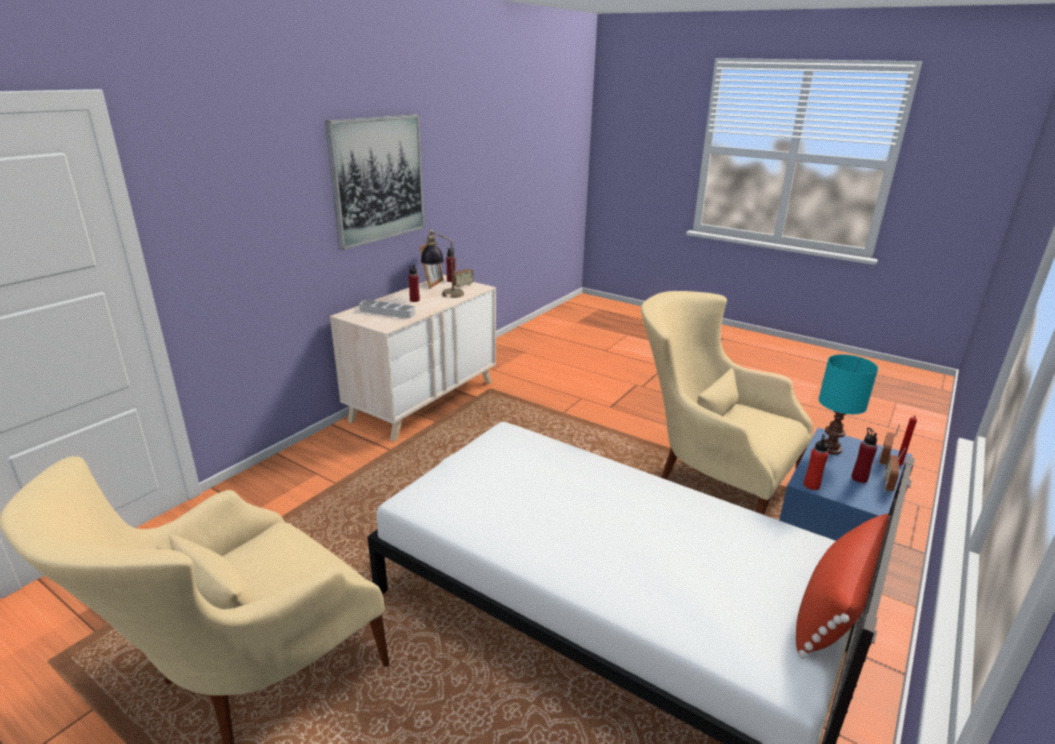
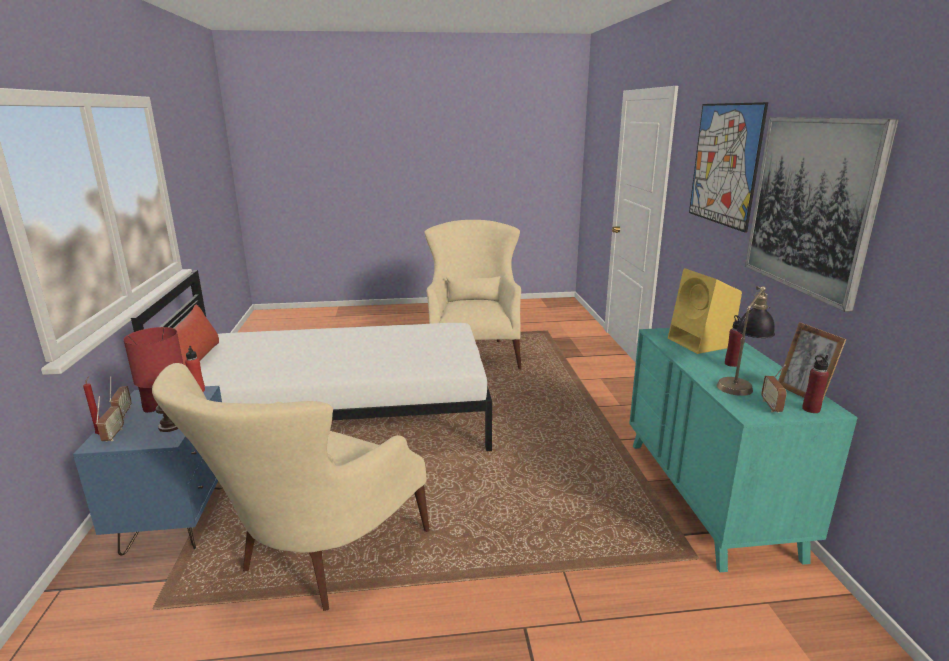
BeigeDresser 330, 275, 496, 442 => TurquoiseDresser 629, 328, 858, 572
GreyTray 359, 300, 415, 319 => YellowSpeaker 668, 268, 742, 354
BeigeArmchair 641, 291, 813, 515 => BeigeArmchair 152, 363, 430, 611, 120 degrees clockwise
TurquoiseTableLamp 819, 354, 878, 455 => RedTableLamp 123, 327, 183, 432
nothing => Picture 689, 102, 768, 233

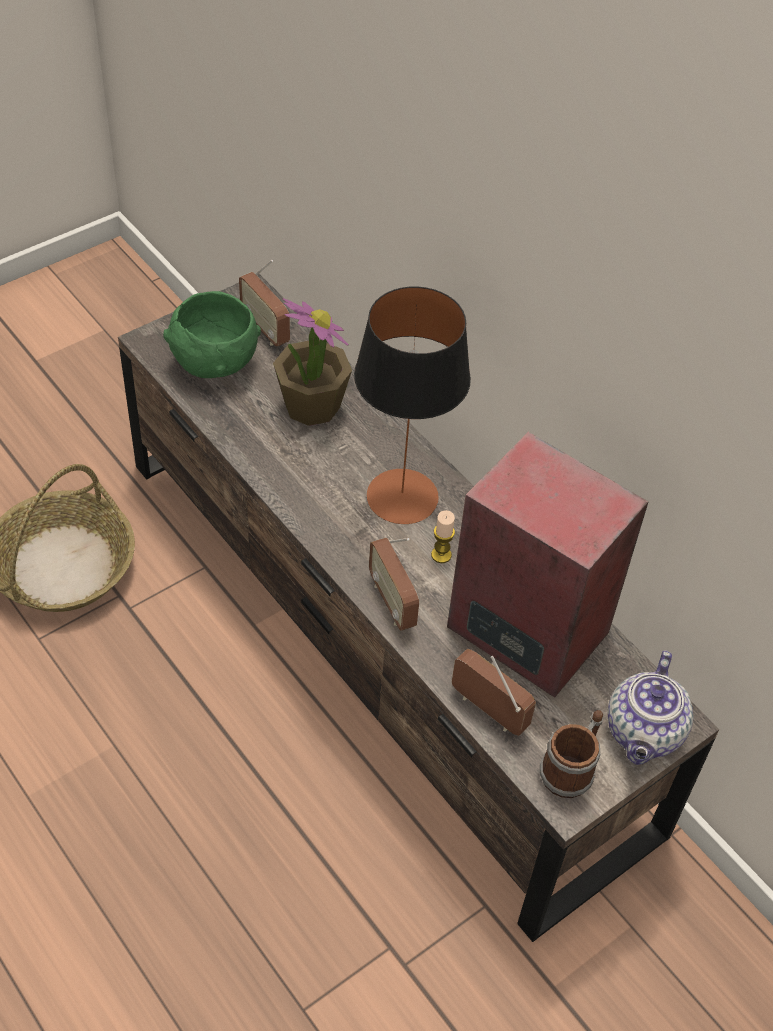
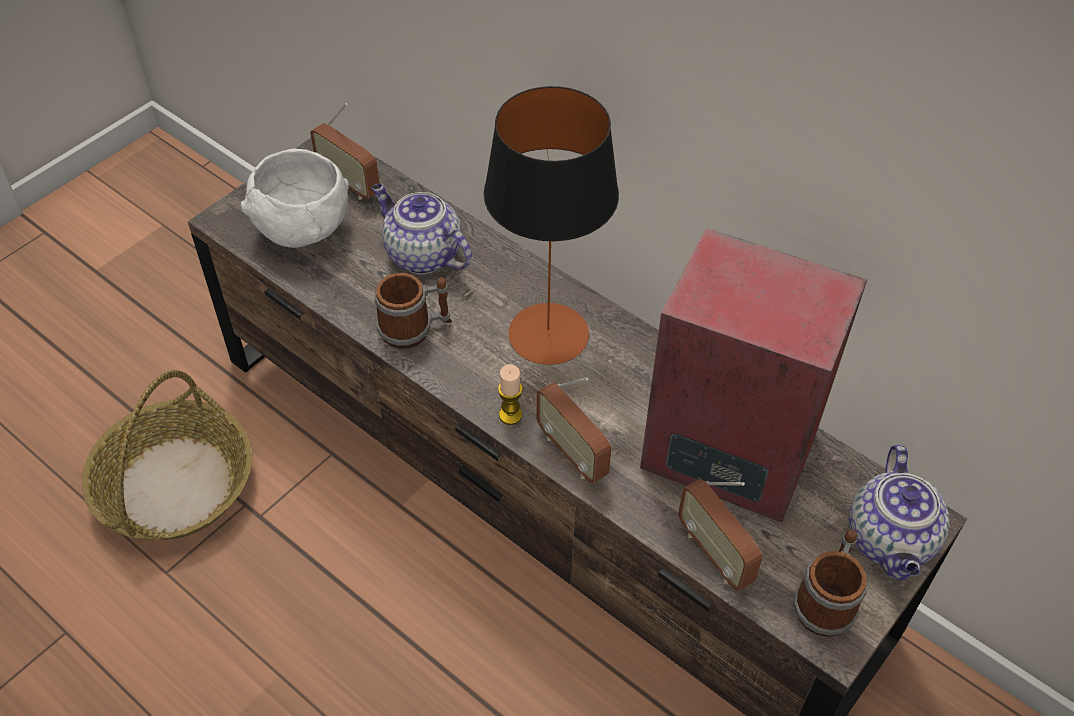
GreenBowl 163, 291, 261, 378 => WhiteBowl 241, 149, 349, 248
PottedPlant 273, 298, 352, 426 => Teapot 372, 184, 472, 274
Candle 431, 510, 455, 563 => Candle 498, 364, 523, 425, moved
Radio 452, 649, 536, 736 => Radio 678, 479, 763, 591, 150 degrees counterclockwise
nothing => Mug 375, 273, 452, 349

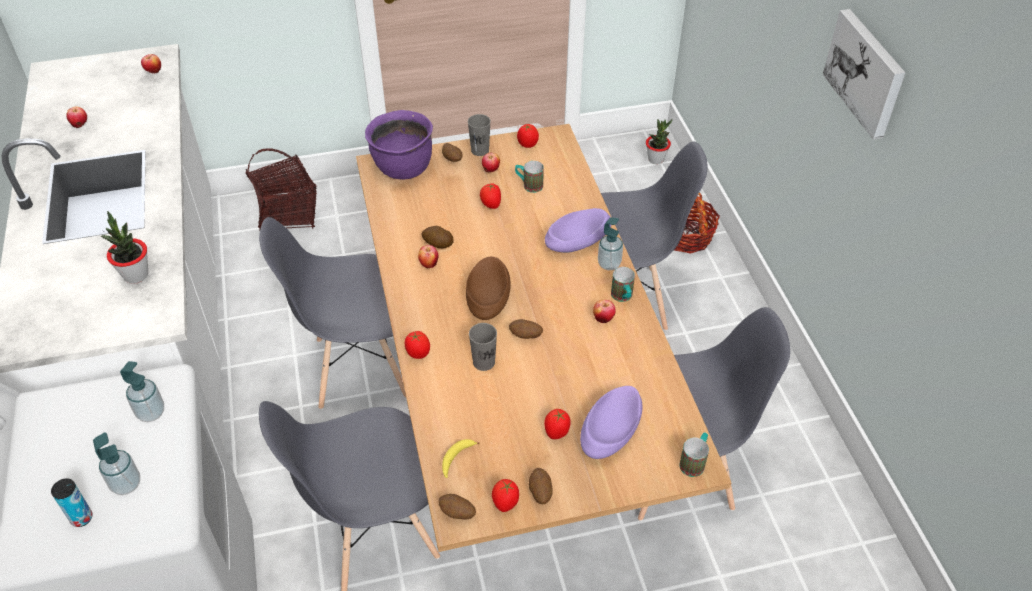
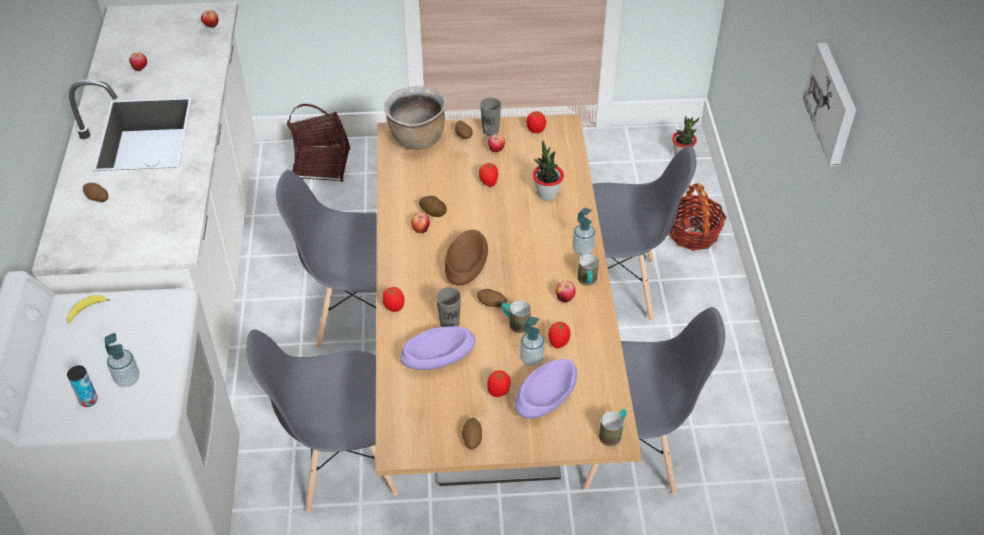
PottedPlant 101, 211, 148, 284 => PottedPlant 533, 140, 564, 201, moved
SoapDispenser 120, 361, 164, 422 => SoapDispenser 520, 317, 545, 366, moved
PurpleCookingPot 365, 110, 433, 179 => BrownCookingPot 384, 86, 446, 150
Potato 439, 494, 476, 520 => Potato 83, 183, 108, 202, moved
Banana 442, 439, 480, 478 => Banana 68, 295, 110, 323, moved
Tomato 492, 479, 519, 512 => Tomato 548, 322, 570, 348, moved
Mug 515, 161, 544, 193 => Mug 501, 300, 531, 333, moved
PurpleBowl 545, 208, 611, 253 => PurpleBowl 400, 326, 476, 370, moved

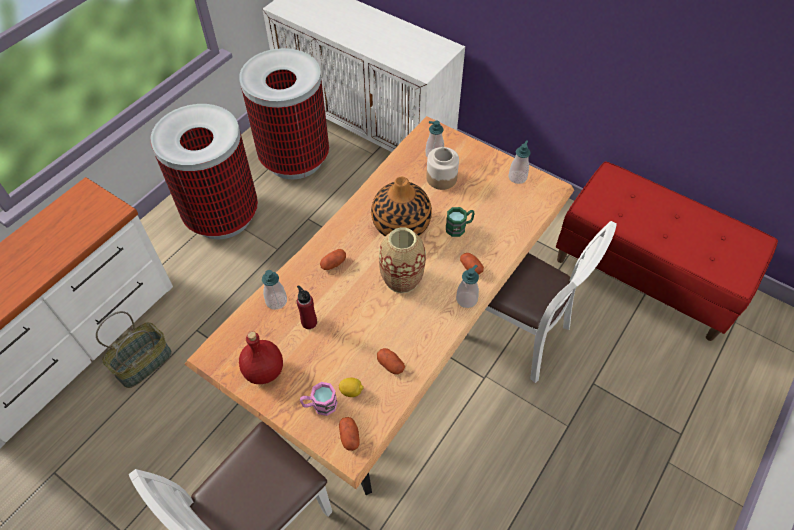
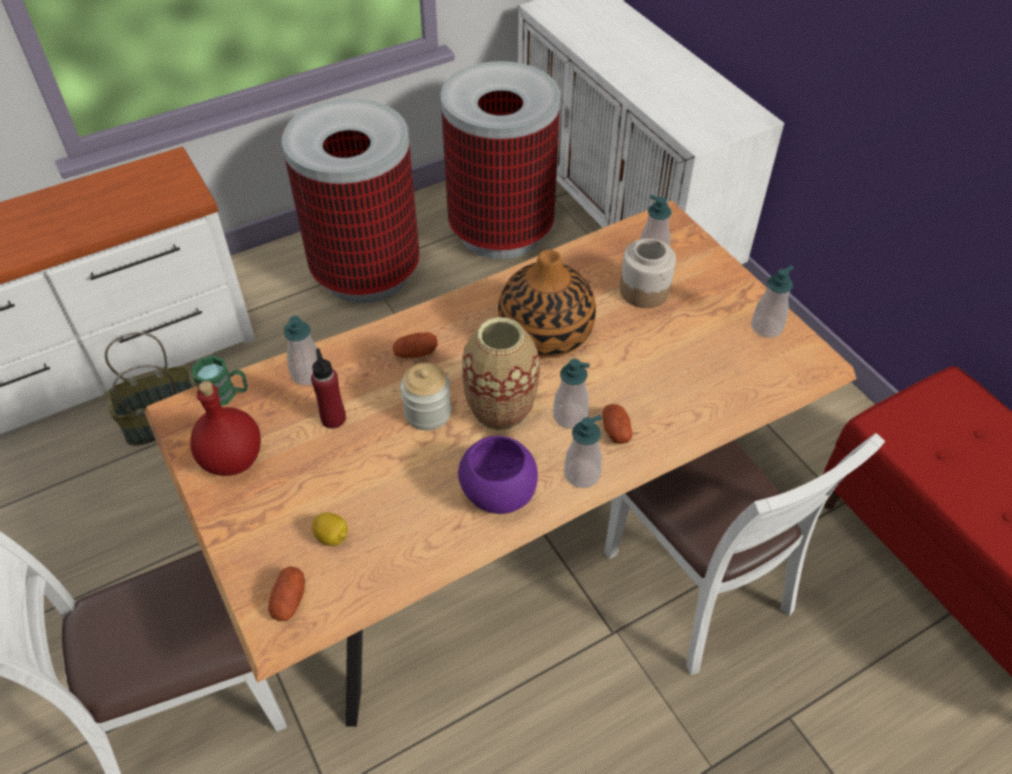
PinkMug 300, 382, 338, 416 => nothing
Potato 377, 348, 405, 374 => nothing
GreenMug 446, 207, 475, 237 => GreenMug 191, 355, 248, 406, moved
nothing => Jar 400, 363, 452, 430
nothing => PurpleBowl 458, 436, 538, 514
nothing => SoapDispenser 553, 359, 590, 429

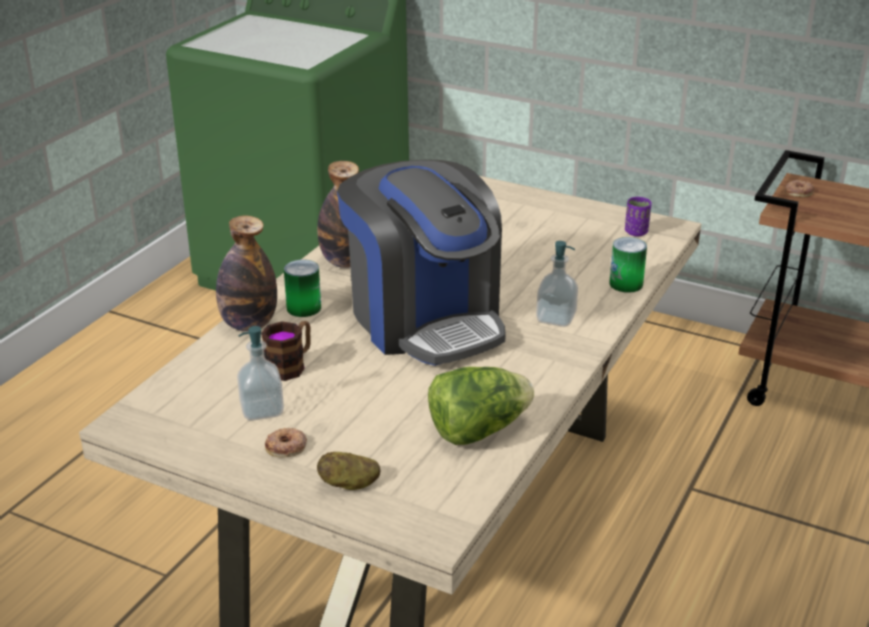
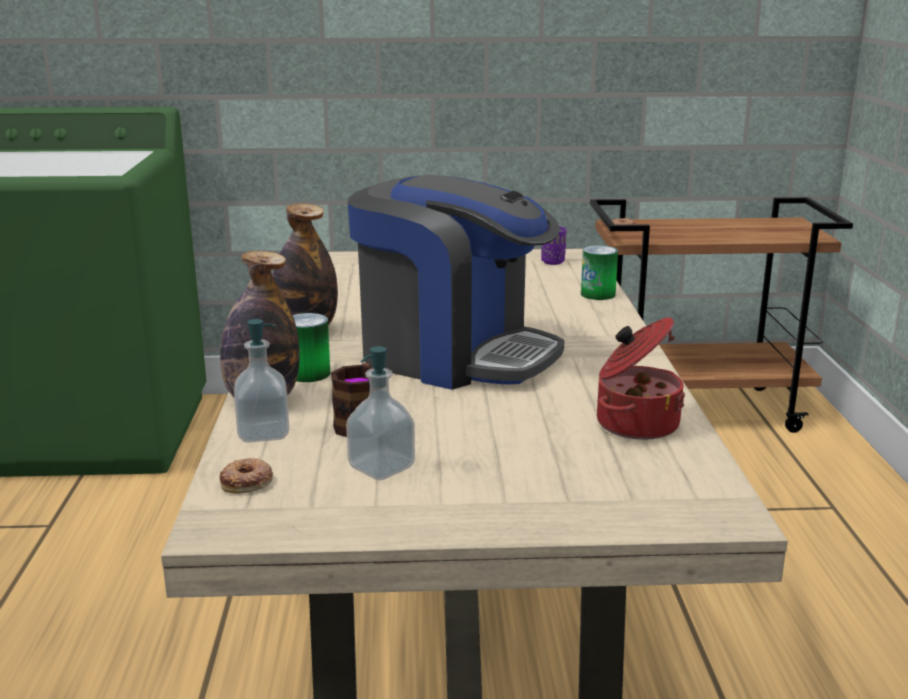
Donut 265, 428, 307, 458 => Donut 219, 458, 273, 493, moved
Potato 317, 452, 381, 490 => nothing
Lettuce 428, 367, 534, 445 => CookingPot 597, 317, 685, 440
SoapDispenser 536, 241, 578, 327 => SoapDispenser 234, 319, 289, 443, moved

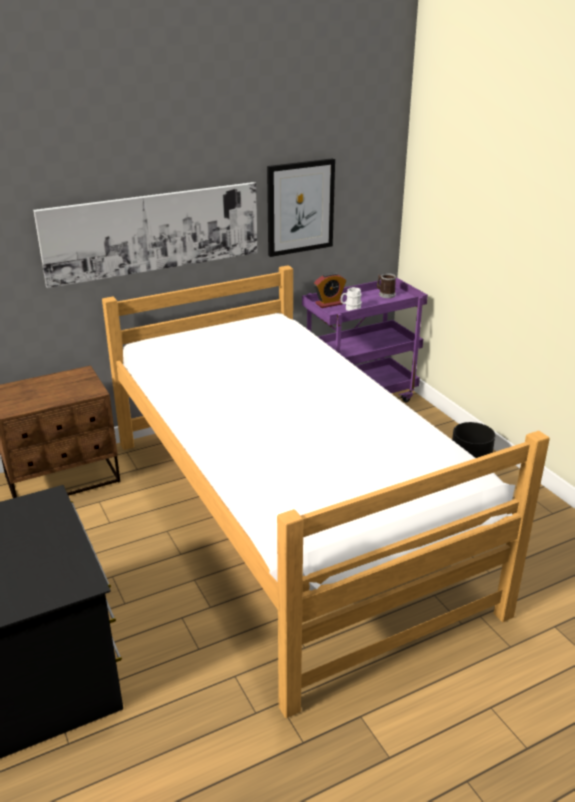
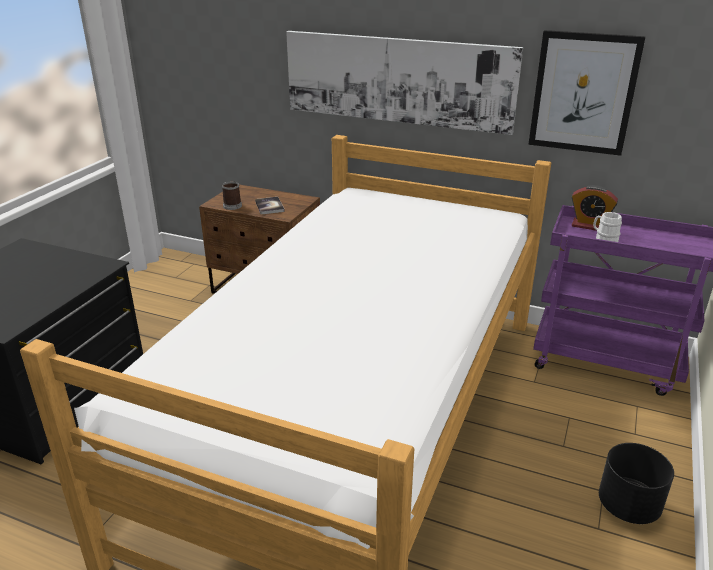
Mug 377, 273, 396, 298 => Mug 222, 181, 242, 210, moved
nothing => Book 255, 197, 285, 214

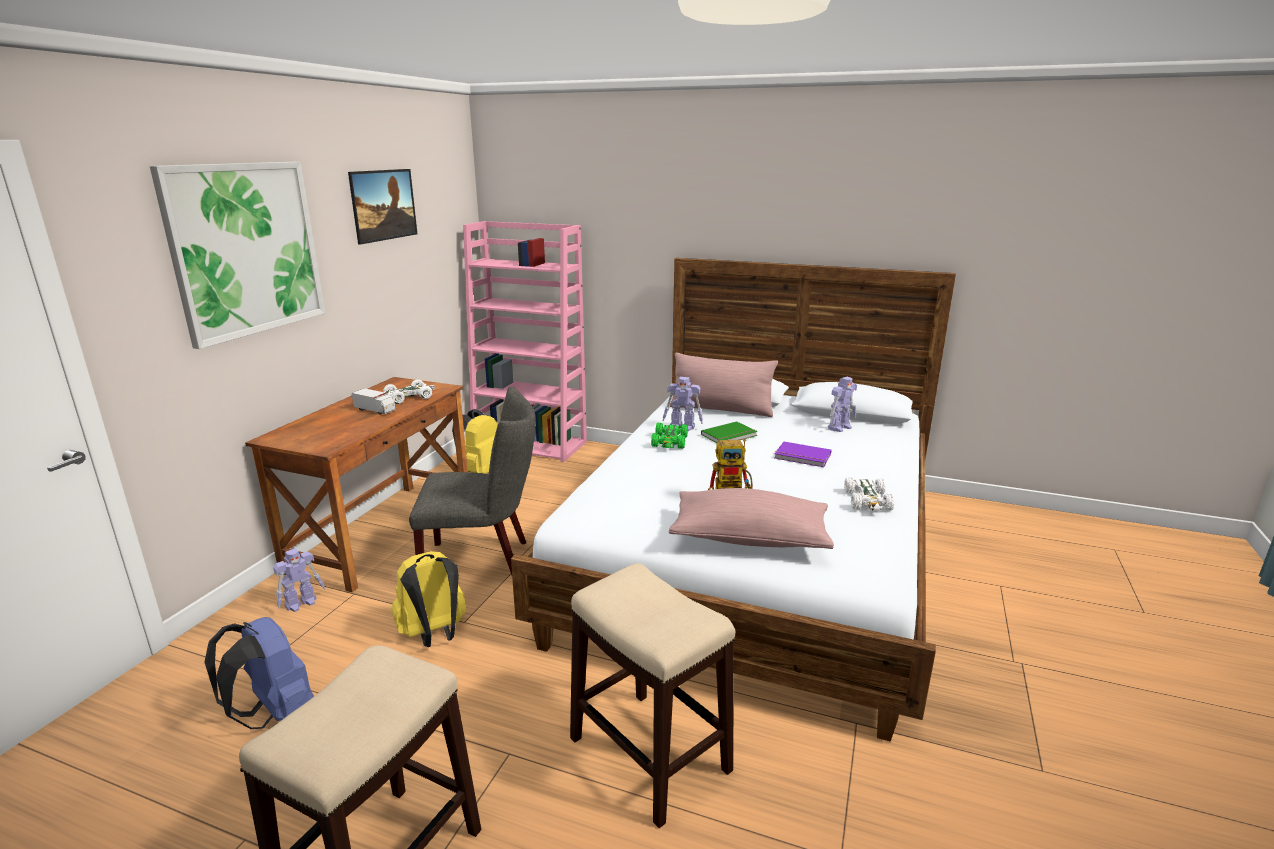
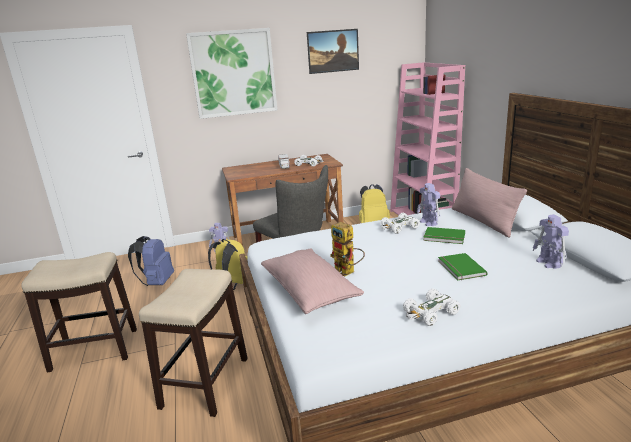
GreenToyCar 651, 423, 688, 449 => WhiteToyCar 380, 213, 420, 234
PurpleBook 775, 441, 831, 467 => GreenBook 438, 253, 487, 280
ToyRobot 828, 377, 857, 432 => ToyRobot 533, 214, 569, 269, 60 degrees clockwise

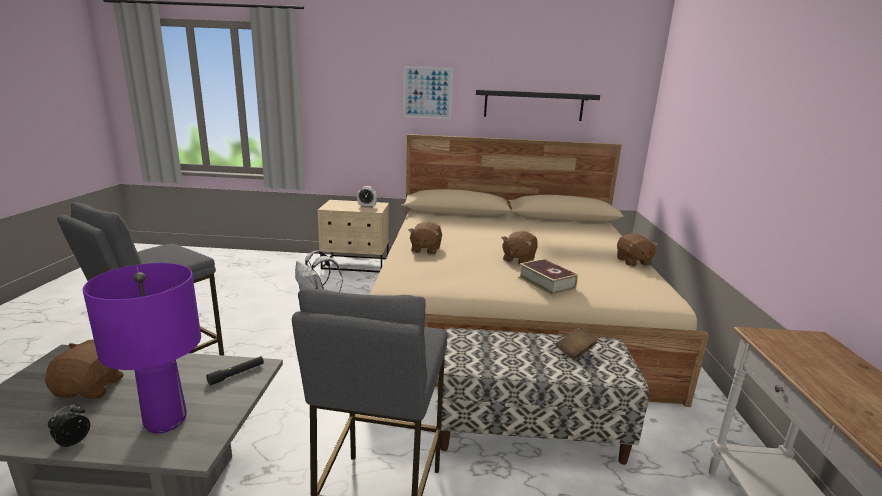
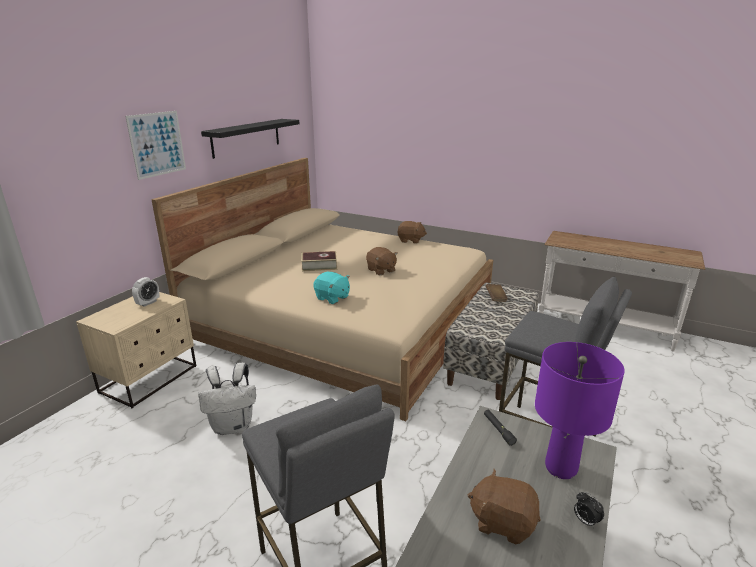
BrownPlushToy 408, 222, 442, 255 => TurquoisePlushToy 313, 272, 350, 304
Book 518, 259, 578, 295 => Book 301, 251, 337, 272, moved

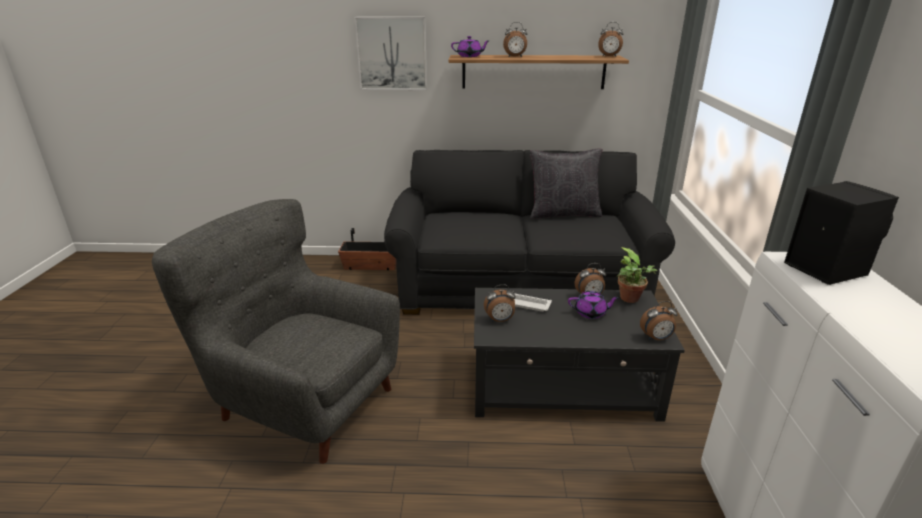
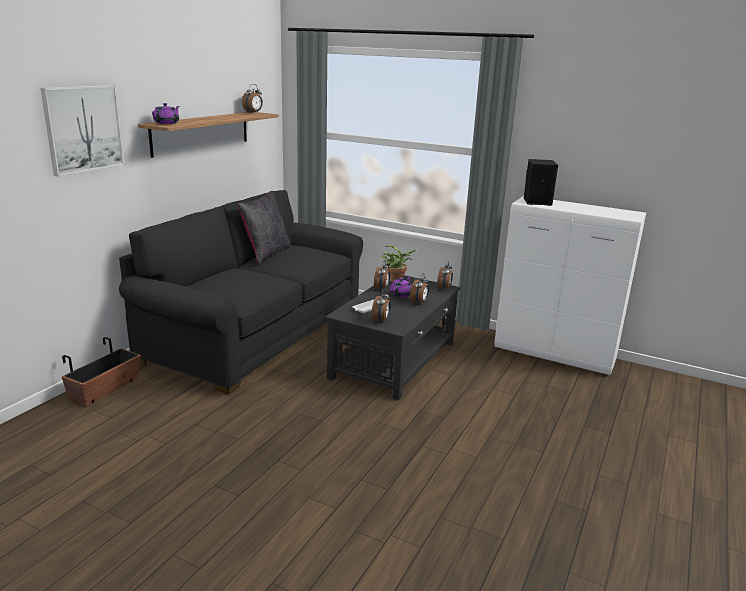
GreyArmchair 152, 199, 400, 464 => nothing
AlarmClock 503, 22, 527, 57 => AlarmClock 410, 273, 429, 305, moved

